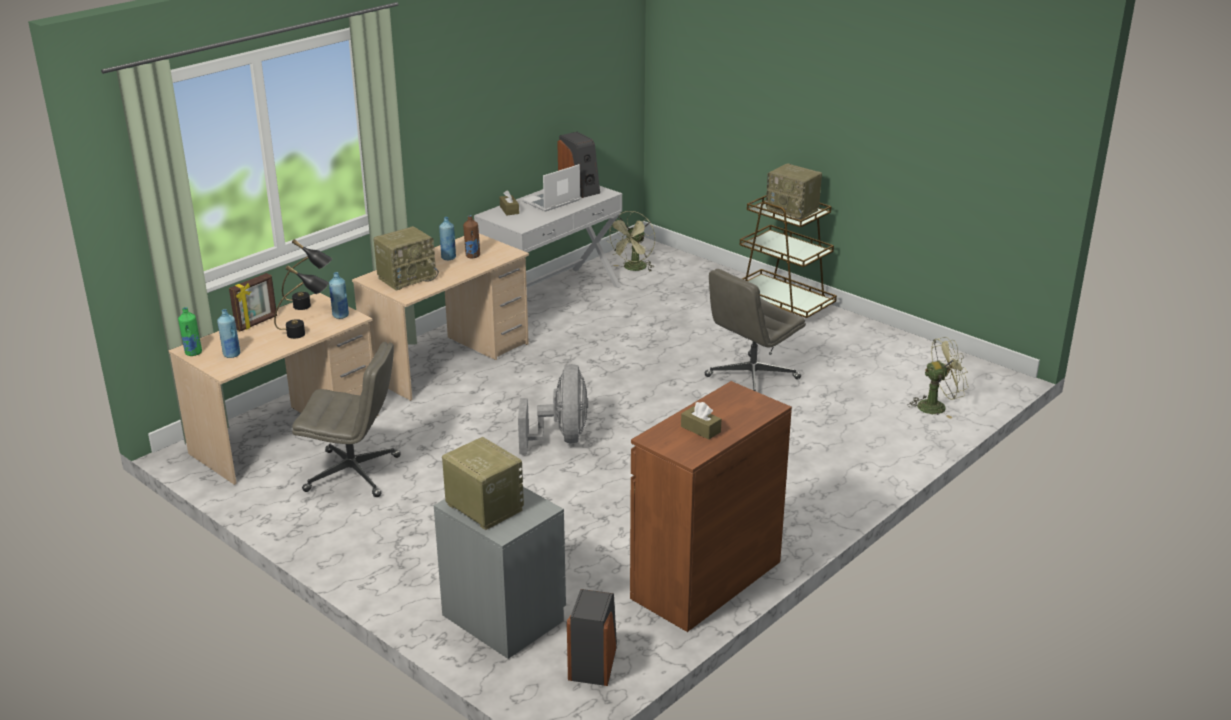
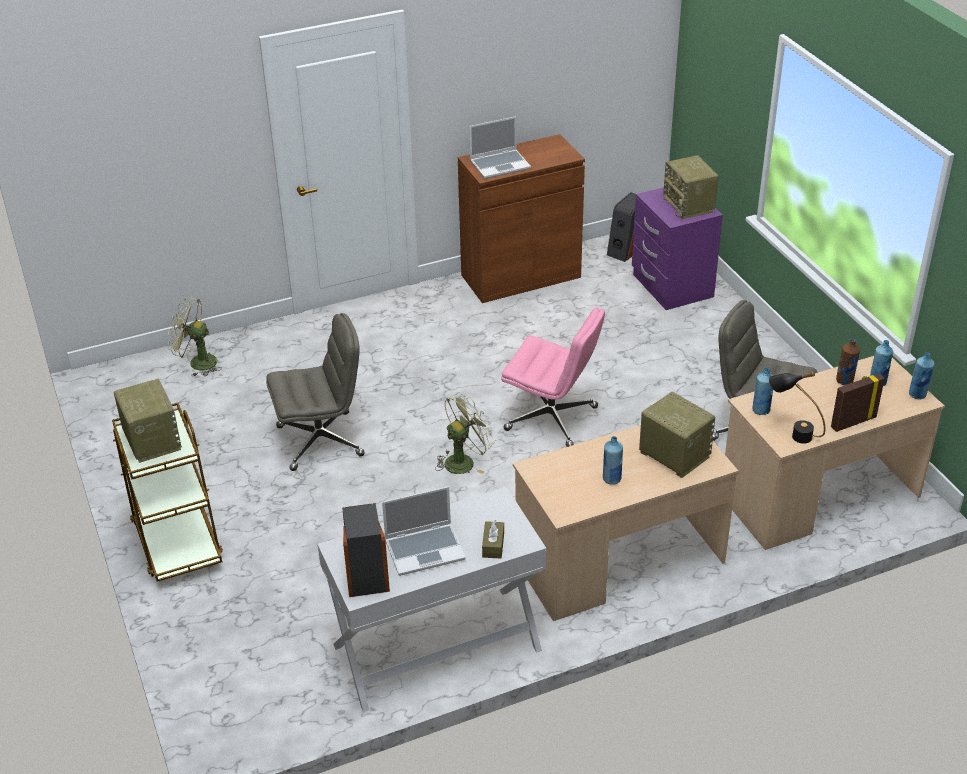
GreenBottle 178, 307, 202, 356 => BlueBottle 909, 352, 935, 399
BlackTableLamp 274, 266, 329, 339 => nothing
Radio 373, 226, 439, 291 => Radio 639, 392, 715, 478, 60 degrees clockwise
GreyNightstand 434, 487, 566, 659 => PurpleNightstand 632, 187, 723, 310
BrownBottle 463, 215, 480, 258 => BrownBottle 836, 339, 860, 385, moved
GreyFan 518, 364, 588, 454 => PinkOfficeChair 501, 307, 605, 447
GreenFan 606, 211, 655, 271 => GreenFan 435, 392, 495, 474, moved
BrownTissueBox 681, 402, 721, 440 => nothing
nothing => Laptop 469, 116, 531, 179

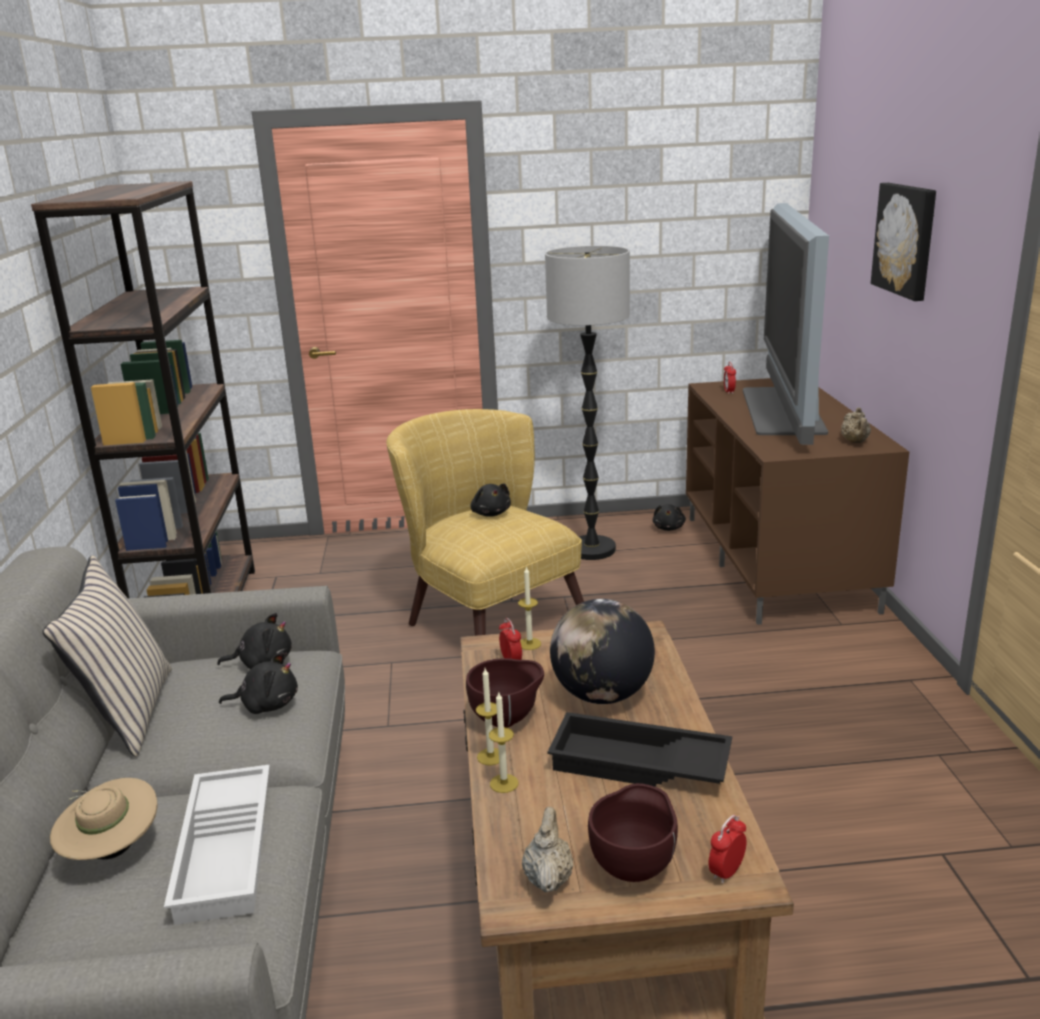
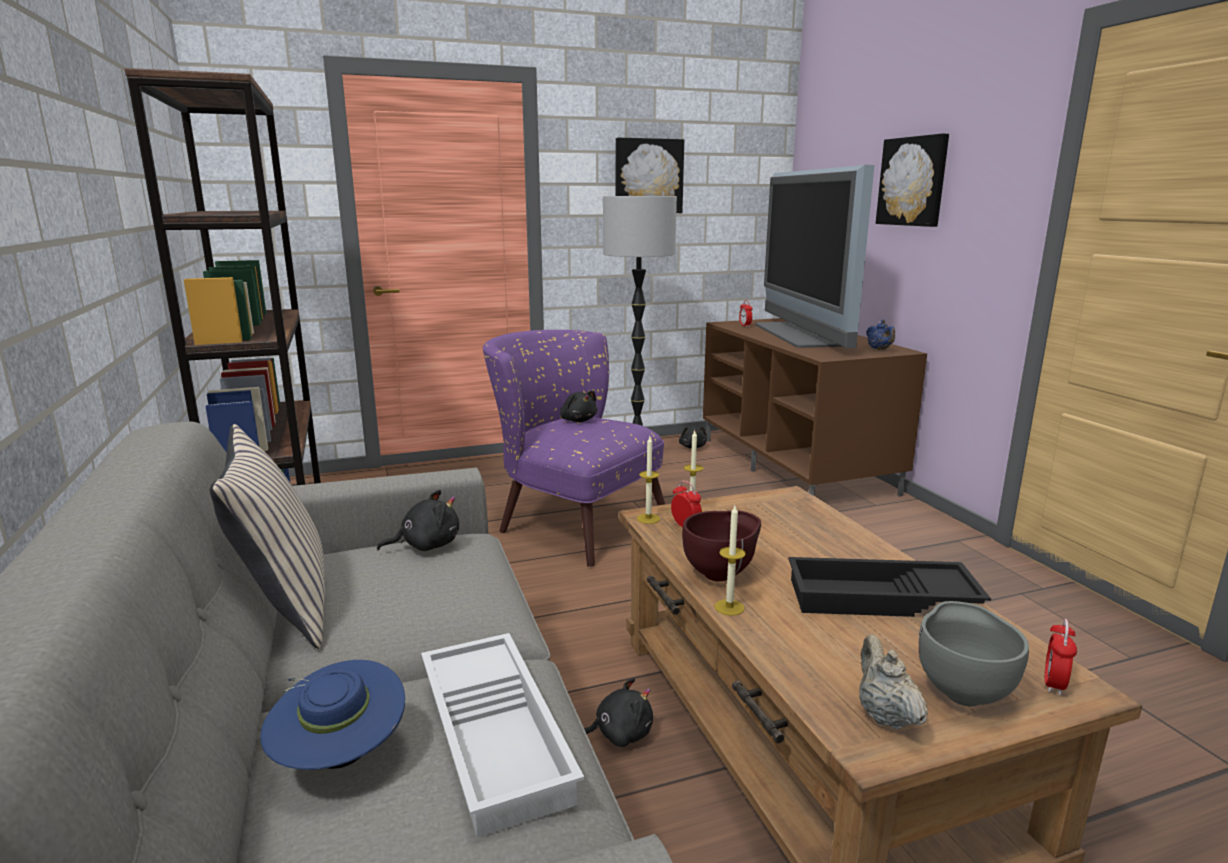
BeigeHat 50, 778, 158, 860 => BlueHat 260, 660, 405, 770
BlackPlushToy 219, 652, 298, 714 => BlackPlushToy 584, 678, 653, 747, moved
YellowArmchair 386, 409, 584, 636 => PurpleArmchair 483, 330, 665, 567
Candle 489, 691, 518, 793 => Candle 637, 437, 660, 524, moved
Globe 550, 599, 655, 704 => nothing
BrownBowl 588, 783, 678, 882 => GreyBowl 919, 601, 1029, 707
BeigeTeapot 841, 407, 871, 443 => BlueTeapot 866, 319, 895, 350
nothing => Picture 616, 138, 684, 213

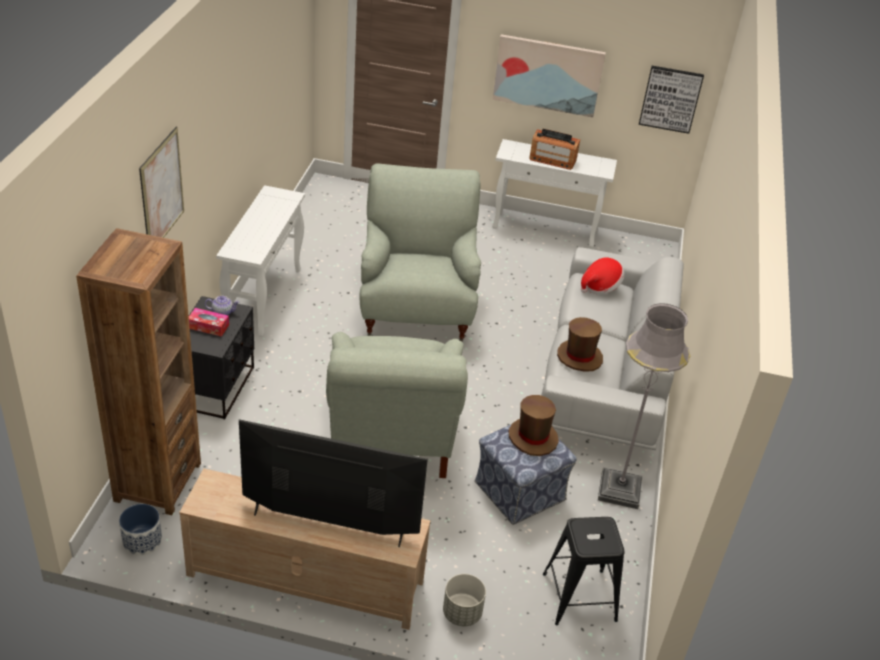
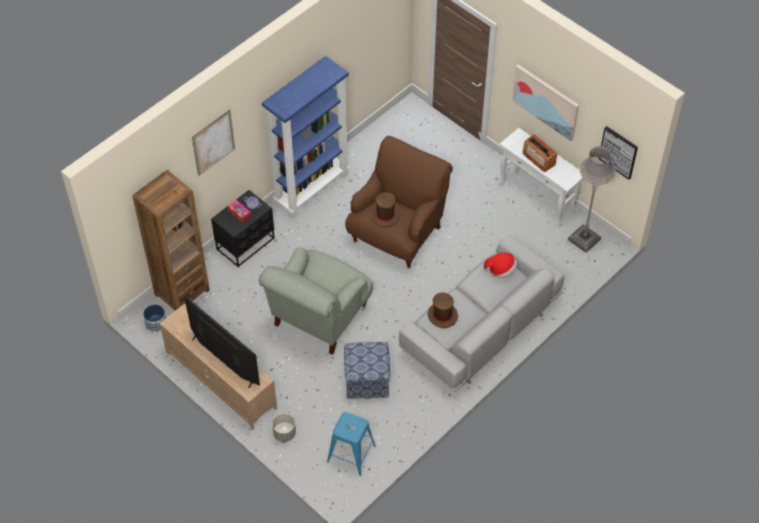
WhiteConsoleTable 216, 185, 305, 337 => BlueBookcase 262, 56, 350, 219
GreyArmchair 360, 164, 481, 342 => BrownArmchair 345, 136, 453, 269
BrownHat 509, 395, 559, 456 => BrownHat 371, 192, 400, 227, moved
BlackStool 543, 517, 624, 626 => BlueStool 327, 412, 376, 476
GreyFloorLamp 598, 303, 690, 509 => GreyFloorLamp 568, 146, 616, 253, moved

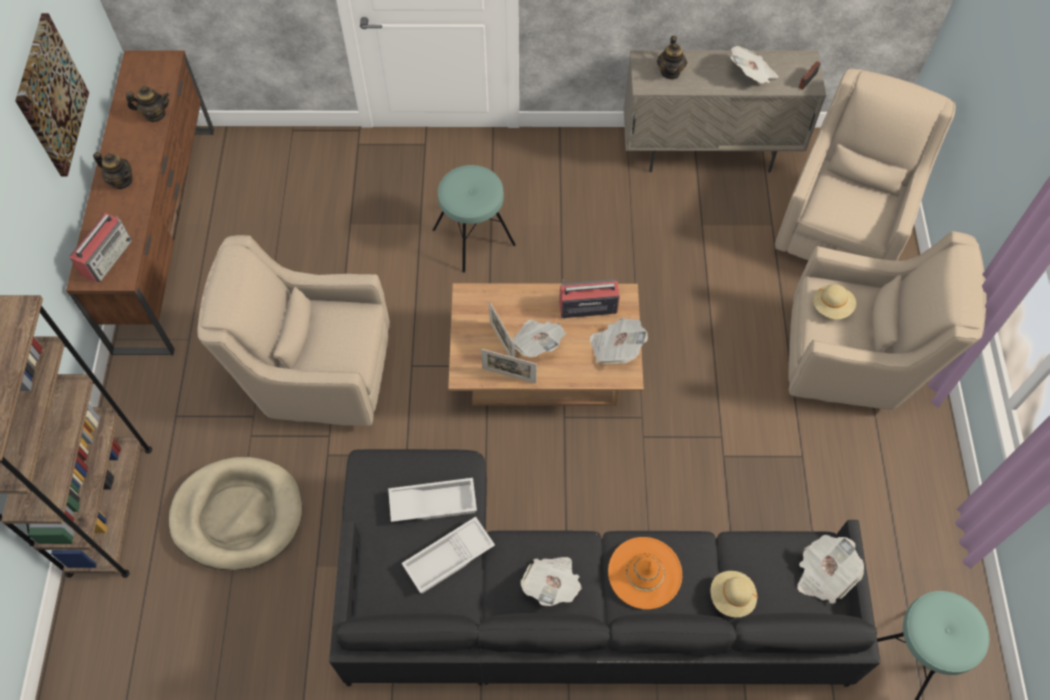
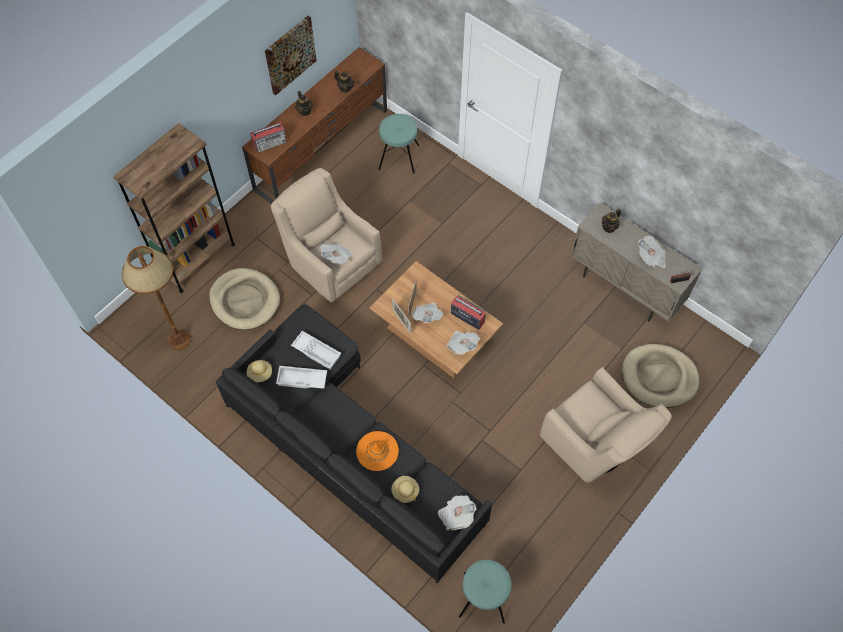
TurquoiseStool 433, 165, 516, 273 => TurquoiseStool 379, 114, 419, 174, moved
Newspaper 521, 557, 582, 606 => Newspaper 320, 243, 353, 264, moved
BeigeArmchair 775, 69, 956, 261 => BeigeDogBed 622, 344, 699, 408
BeigeHat 813, 284, 856, 319 => BeigeHat 247, 360, 272, 382, moved
nothing => BrownFloorLamp 121, 246, 191, 350

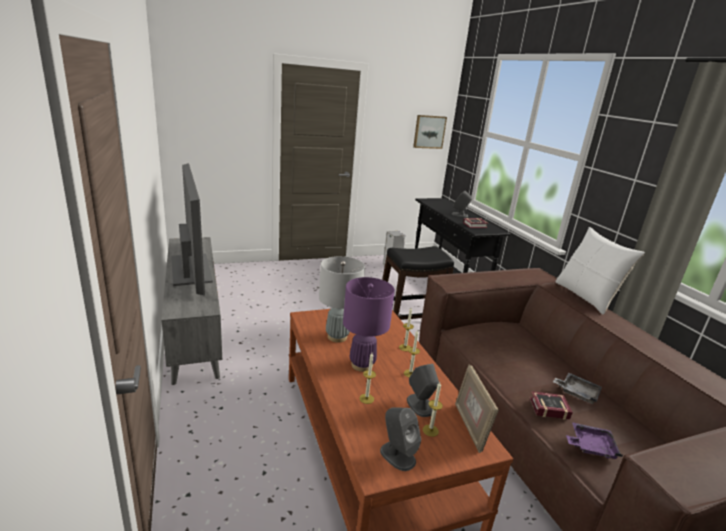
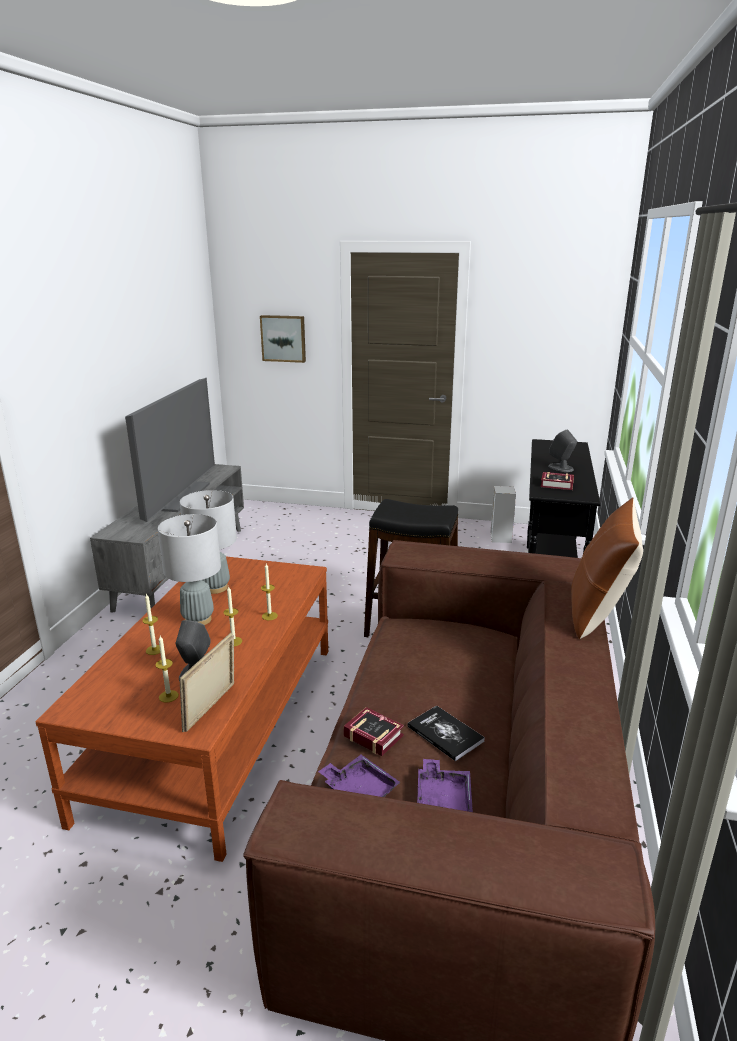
PurpleTableLamp 343, 277, 395, 372 => GreyTableLamp 158, 514, 221, 625
GreySpeaker 380, 407, 421, 471 => nothing
Picture 413, 115, 447, 149 => Picture 260, 315, 306, 363, moved
GreyTray 553, 373, 602, 404 => Book 407, 705, 485, 762
WhitePillow 556, 227, 645, 314 => BrownPillow 571, 498, 643, 639
nothing => PurpleTray 417, 759, 473, 812

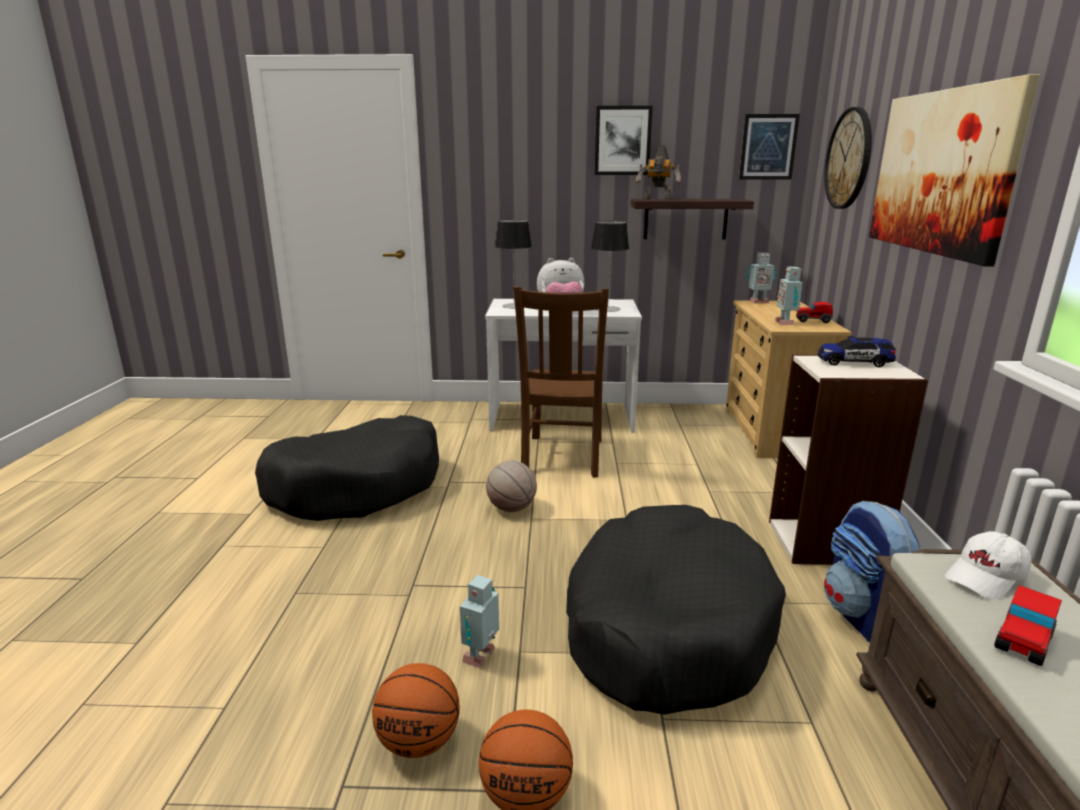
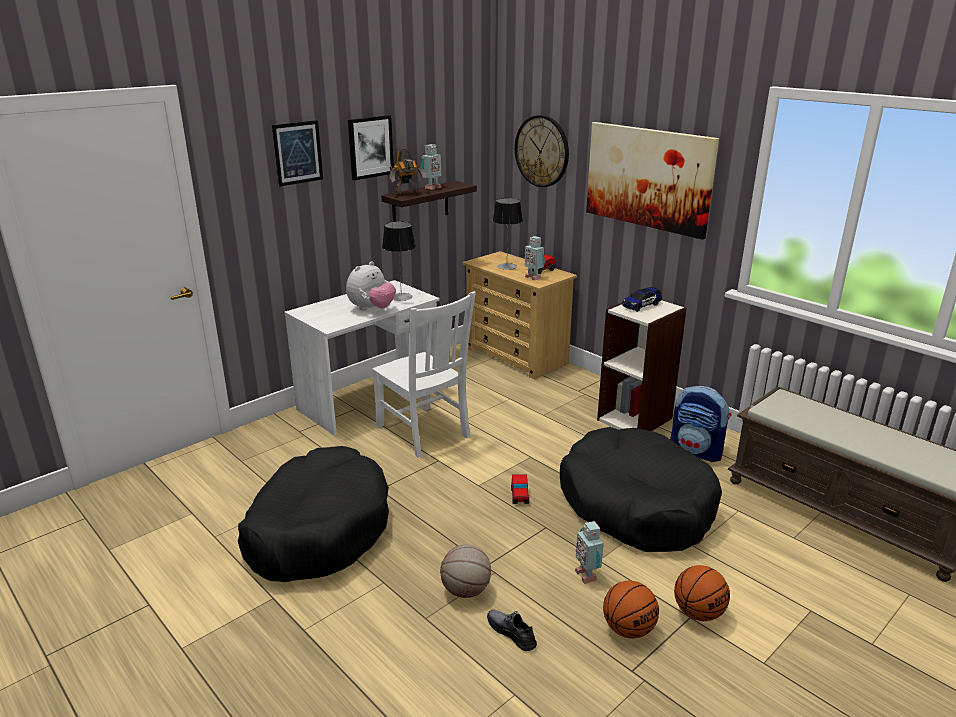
Basketball 486, 461, 537, 512 => Basketball 440, 545, 491, 598, moved
TableLamp 495, 220, 532, 308 => TableLamp 493, 198, 523, 270, moved
BrownChair 513, 286, 609, 478 => WhiteChair 372, 291, 476, 458
Picture 739, 114, 800, 180 => Picture 272, 120, 323, 187, moved
ToyRobot 747, 253, 776, 304 => ToyRobot 422, 144, 442, 190, moved
WhiteCap 945, 531, 1032, 599 => nothing
ToyCar 994, 585, 1062, 666 => ToyCar 511, 474, 529, 504, moved
nothing => GreyShoe 487, 609, 537, 651

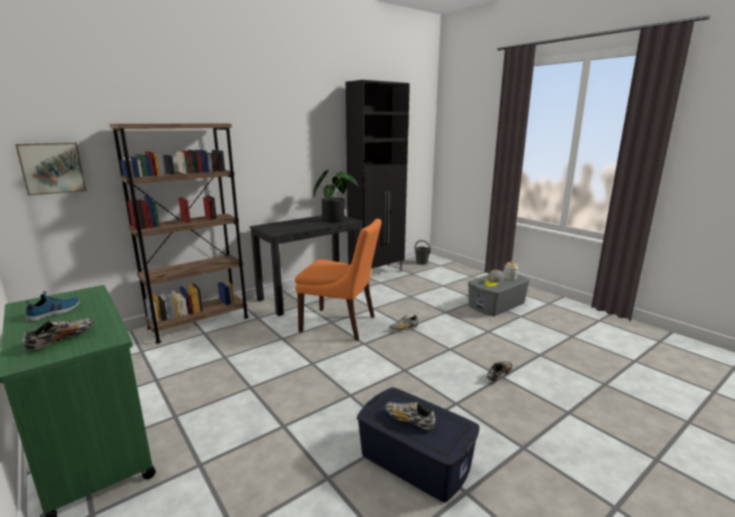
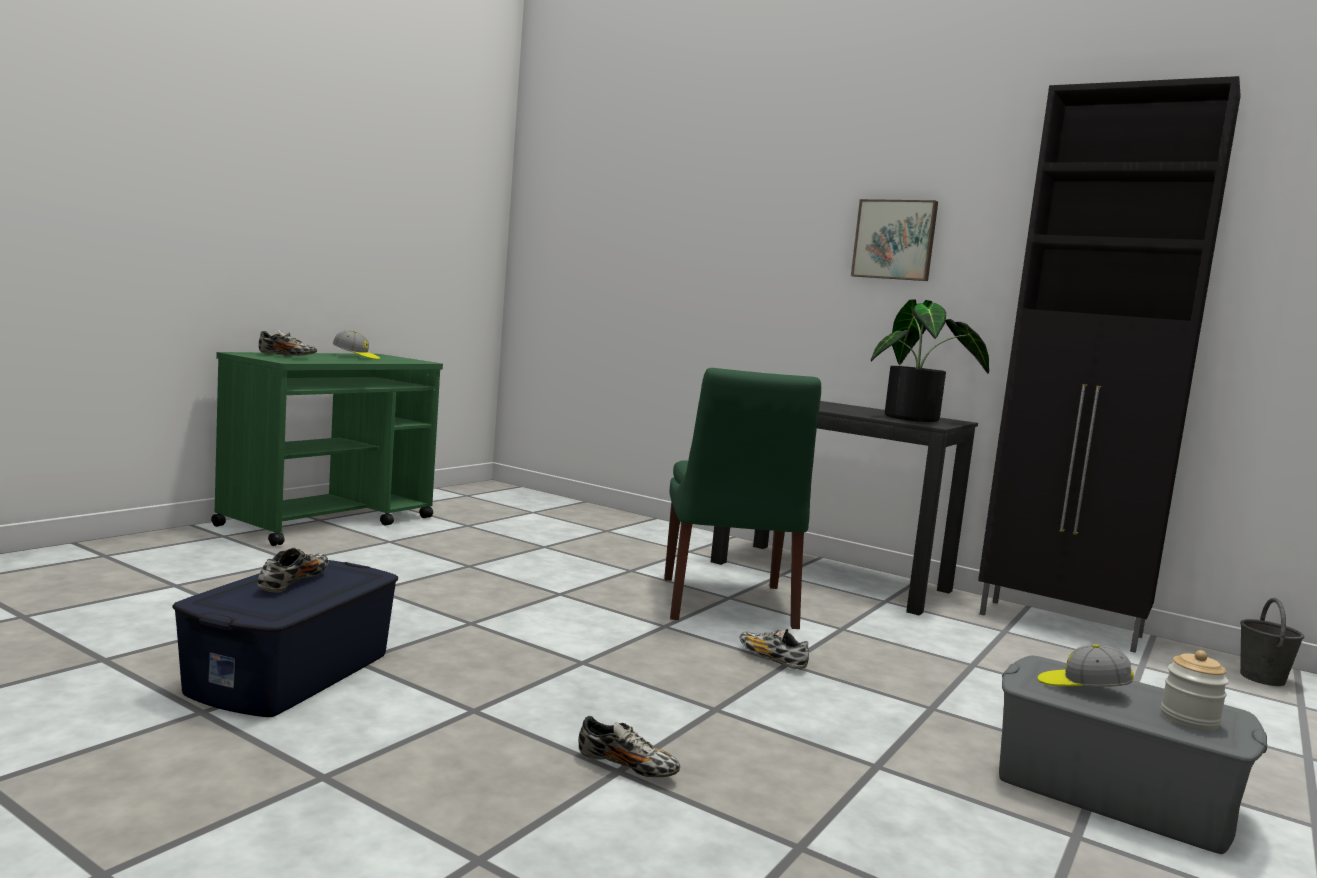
Picture 15, 143, 86, 196 => Picture 851, 199, 938, 281, moved
Shoe 26, 291, 80, 322 => Cap 333, 331, 380, 360
BrownBookcase 110, 123, 249, 344 => nothing
OrangeChair 295, 219, 382, 341 => GreenChair 664, 368, 821, 629

